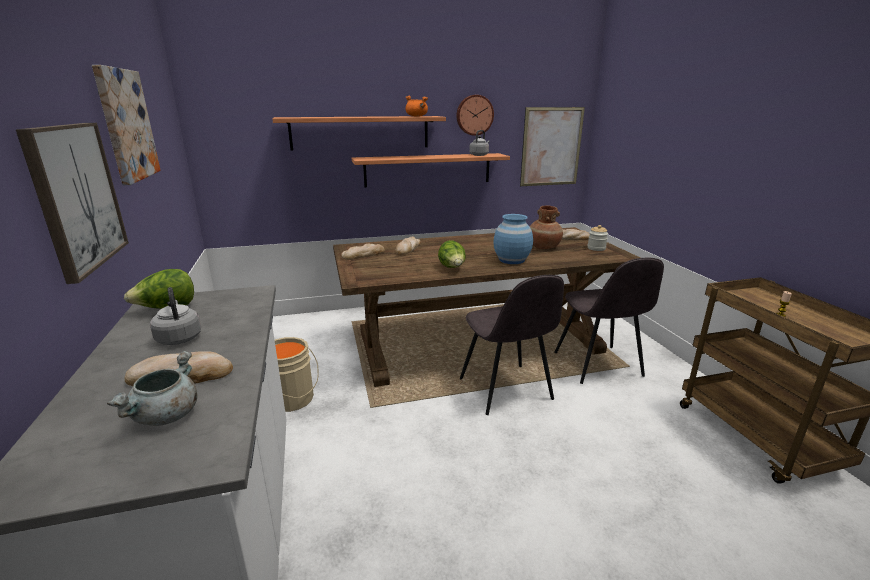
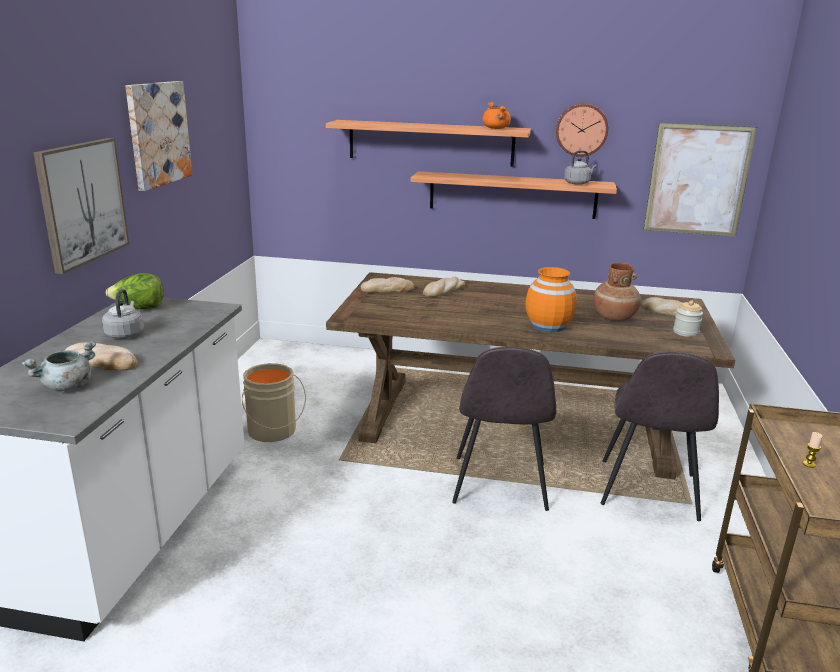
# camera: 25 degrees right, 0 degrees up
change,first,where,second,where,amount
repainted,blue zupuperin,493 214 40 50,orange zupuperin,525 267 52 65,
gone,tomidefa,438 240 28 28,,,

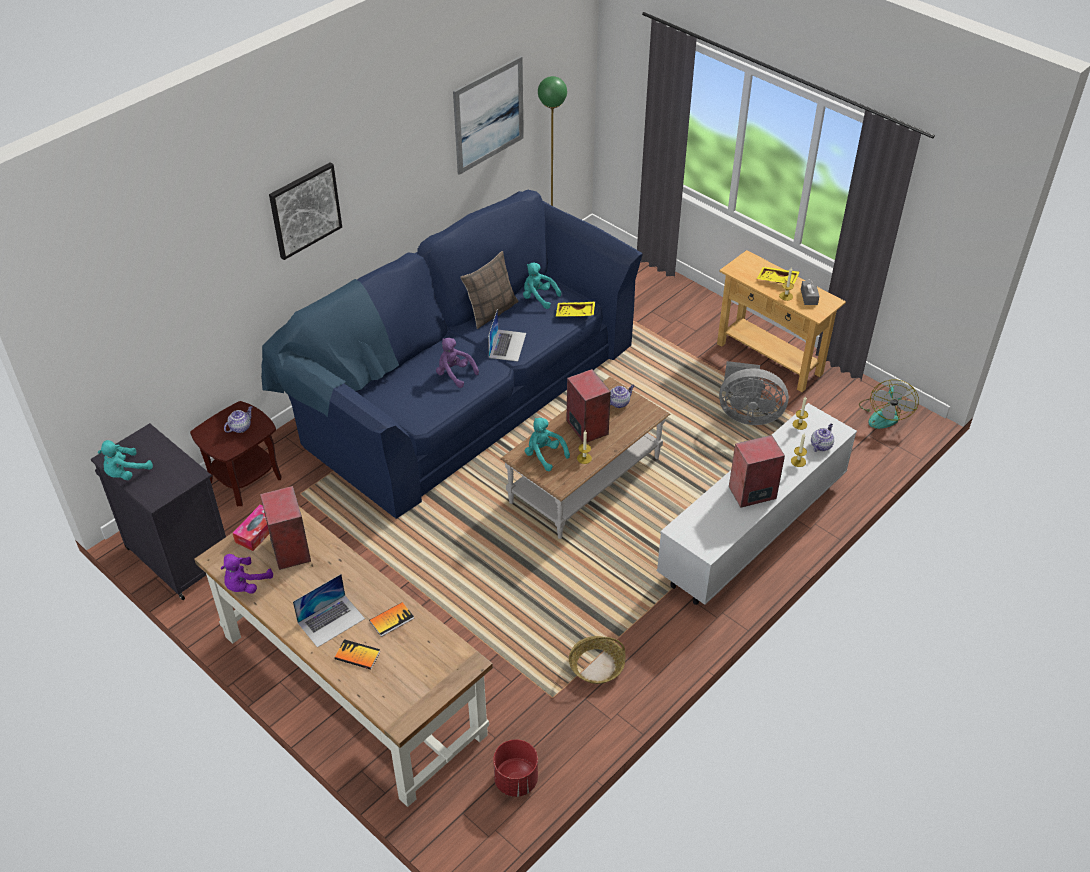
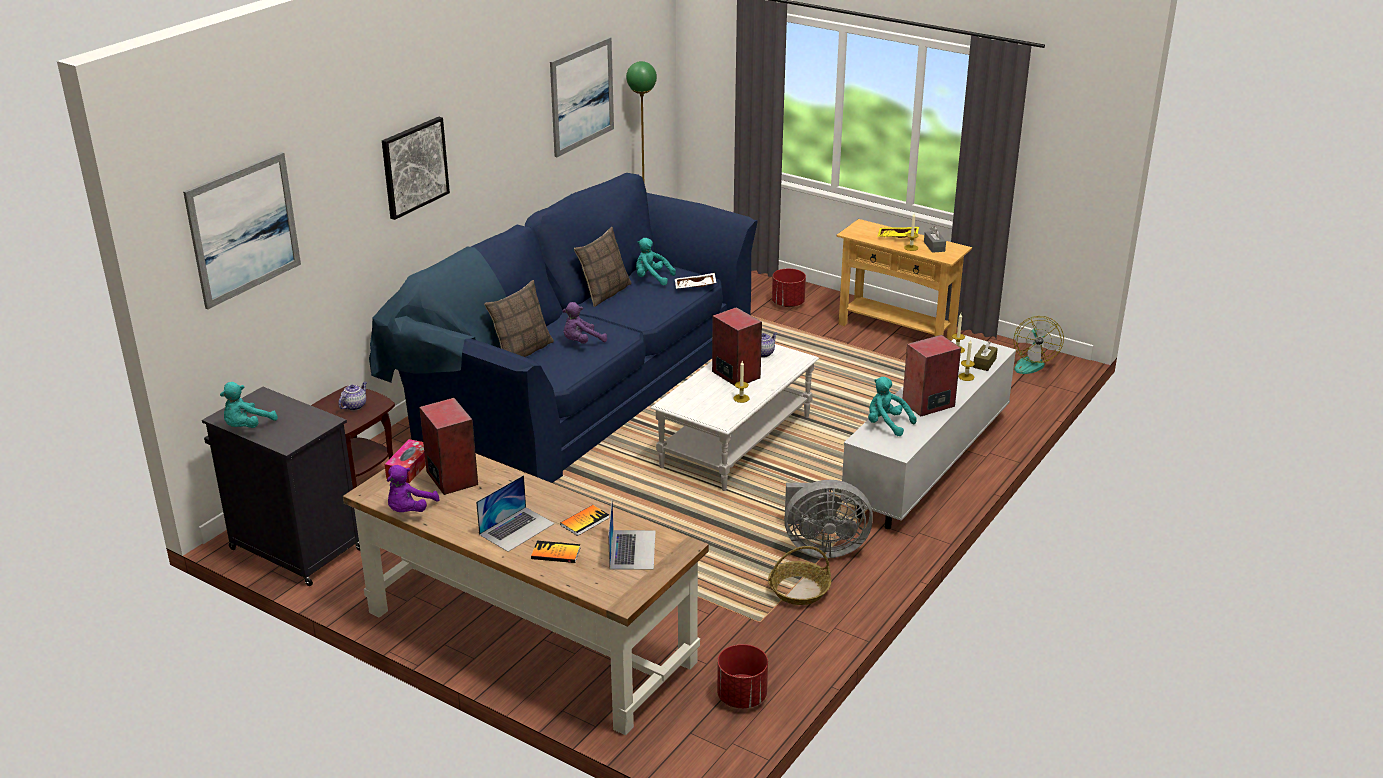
# camera: 10 degrees left, 15 degrees down
change,first,where,second,where,amount
repainted,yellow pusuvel,556 302 39 15,white pusuvel,675 273 41 16,
shifted,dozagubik,488 309 38 53,,608 500 48 70,
rotated,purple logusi,436 338 43 50,,563 302 44 42,60 degrees counterclockwise
shifted,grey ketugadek,719 361 70 64,,784 480 89 78,
repainted,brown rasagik,500 377 170 162,white rasagik,651 344 168 147,
shifted,turquoise logusi,525 418 45 53,,868 377 49 59,
swapped,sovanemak,811 423 23 29,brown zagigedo,973 341 25 30,
new,,,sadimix,183 152 118 157,
new,,,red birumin,772 269 34 38,
new,,,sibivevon,484 280 70 77,

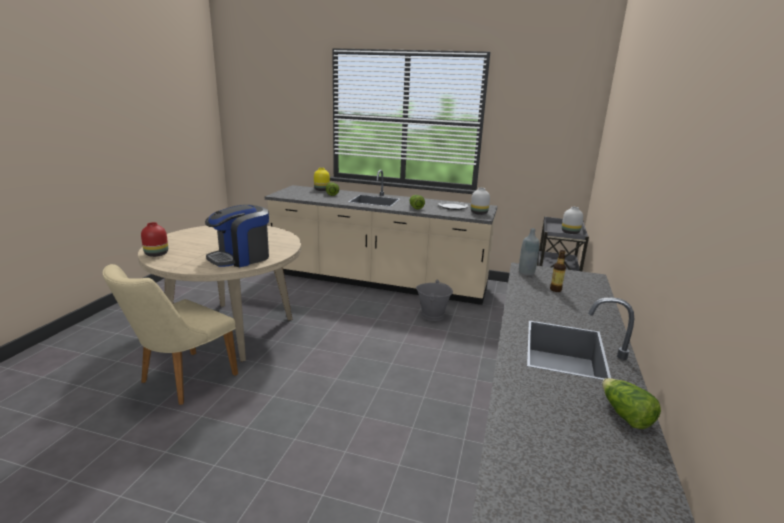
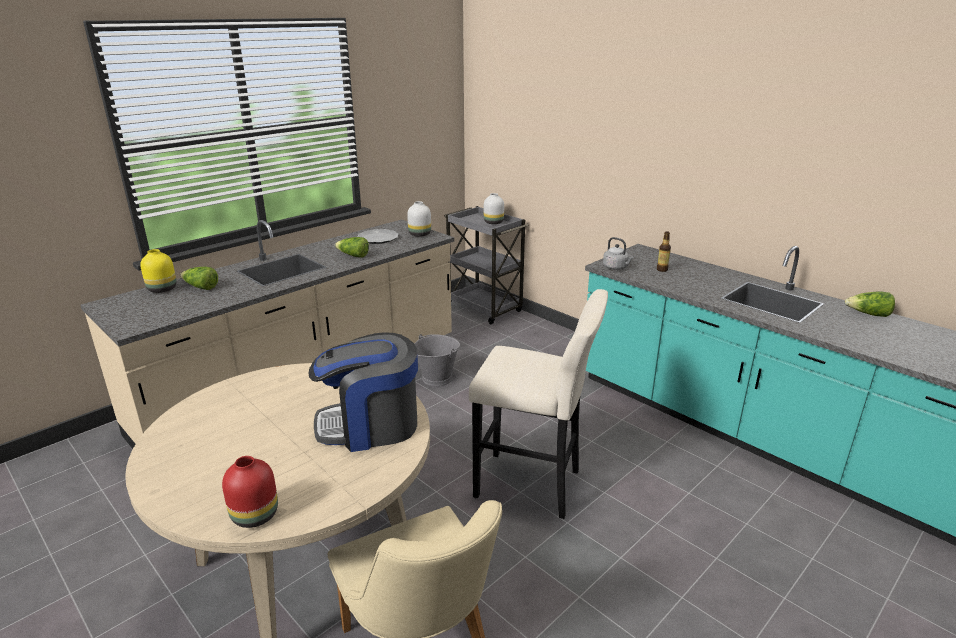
# camera: 60 degrees left, 5 degrees up
change,first,where,second,where,amount
rotated,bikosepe,205 204 64 63,,309 333 109 119,90 degrees clockwise
swapped,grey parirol,519 228 20 47,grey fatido,603 237 31 33,
new,,,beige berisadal,469 289 139 230,

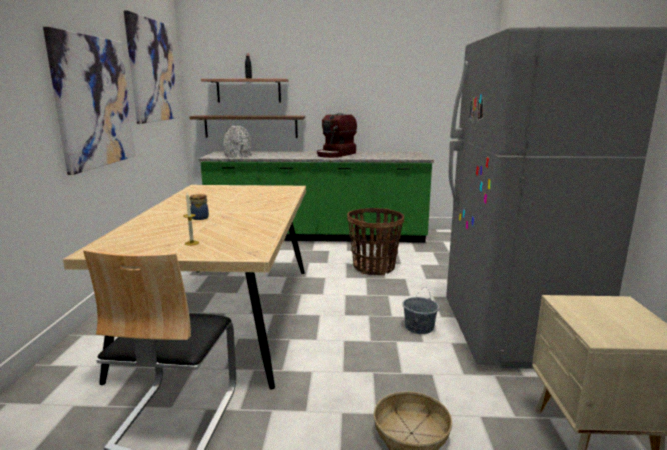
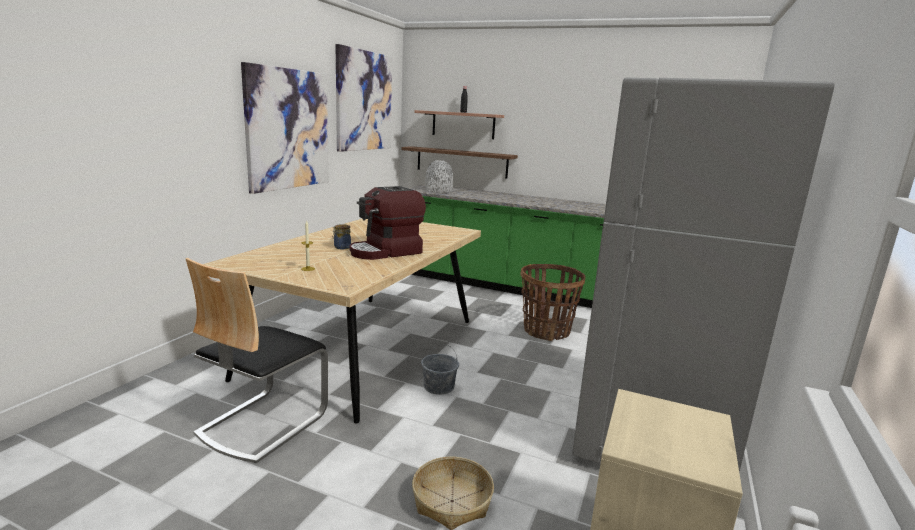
# camera: 20 degrees right, 0 degrees up
change,first,where,second,where,amount
shifted,bikosepe,317 113 40 45,,350 186 76 74,
shifted,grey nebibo,402 287 37 47,,421 344 38 51,

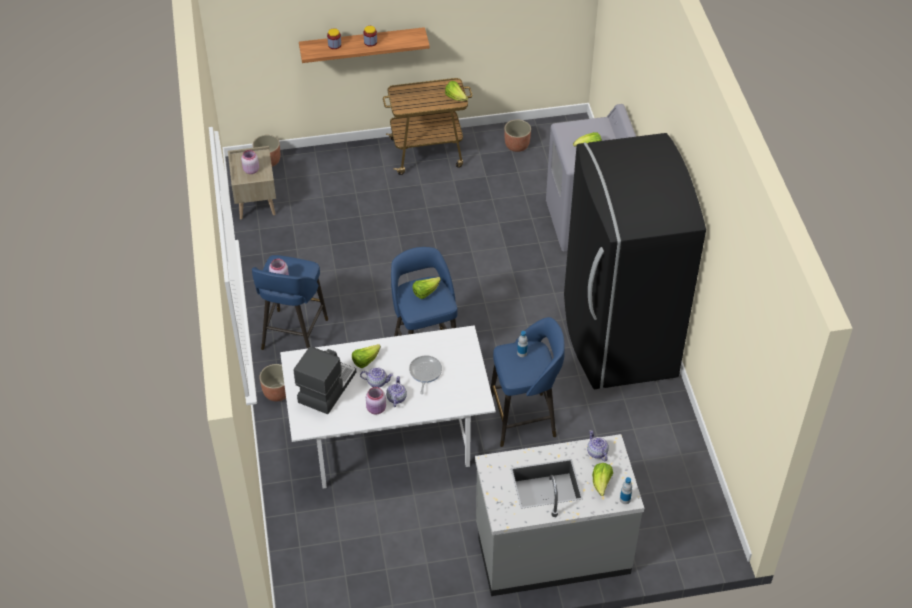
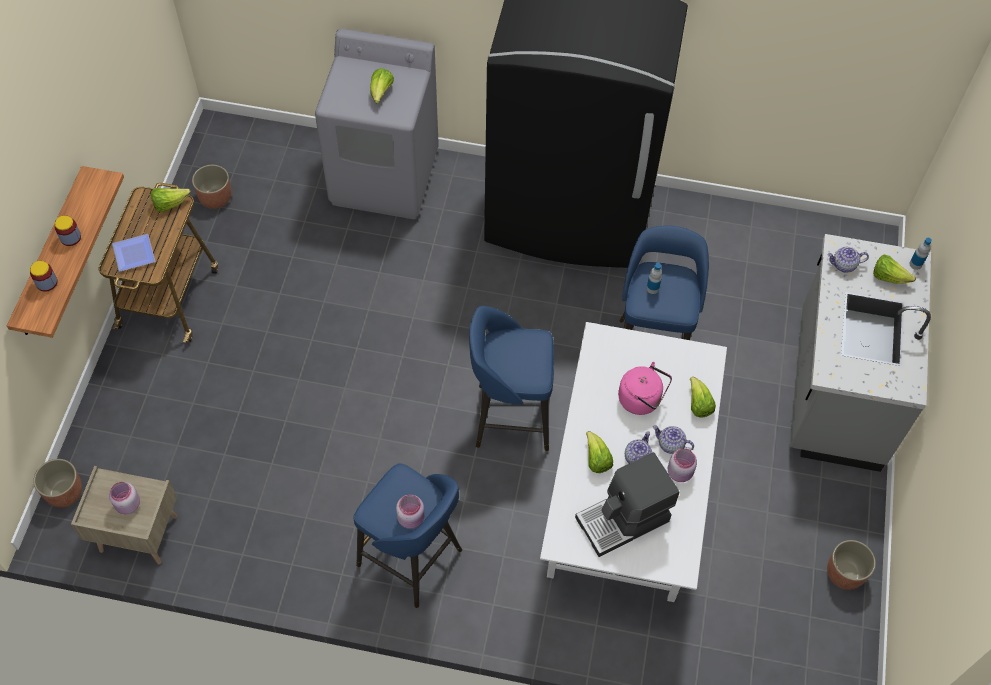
# camera: 70 degrees left, 10 degrees up
change,first,where,second,where,amount
shifted,tomidefa,413 277 28 22,,690 377 26 41,
rotated,bikosepe,294 347 62 67,,575 452 105 105,75 degrees counterclockwise
swapped,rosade,409 355 33 39,pink fatido,618 362 54 53,
shifted,birumin,259 364 27 38,,827 540 49 50,
new,,,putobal,112 234 43 38,

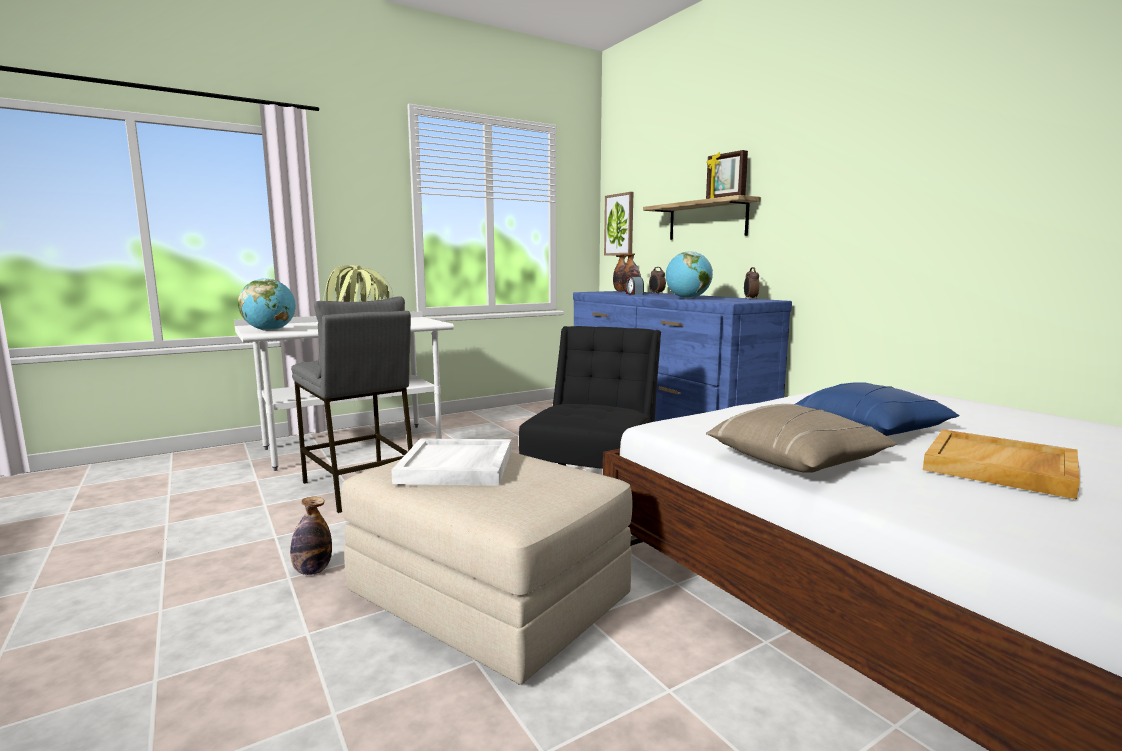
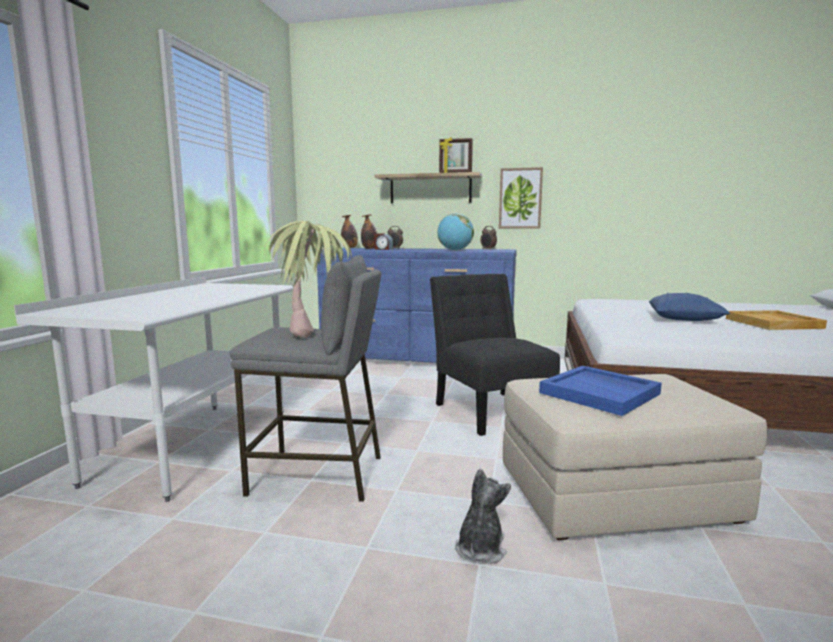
# camera: 45 degrees left, 0 degrees up
change,first,where,second,where,amount
shifted,sadimix,604 192 29 64,,499 167 44 61,
gone,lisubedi,238 278 58 53,,,
gone,beige sibivevon,706 404 191 69,,,
repainted,white pusuvel,391 438 120 48,blue pusuvel,539 366 123 50,
swapped,parirol,290 497 42 78,logusi,455 469 56 95,

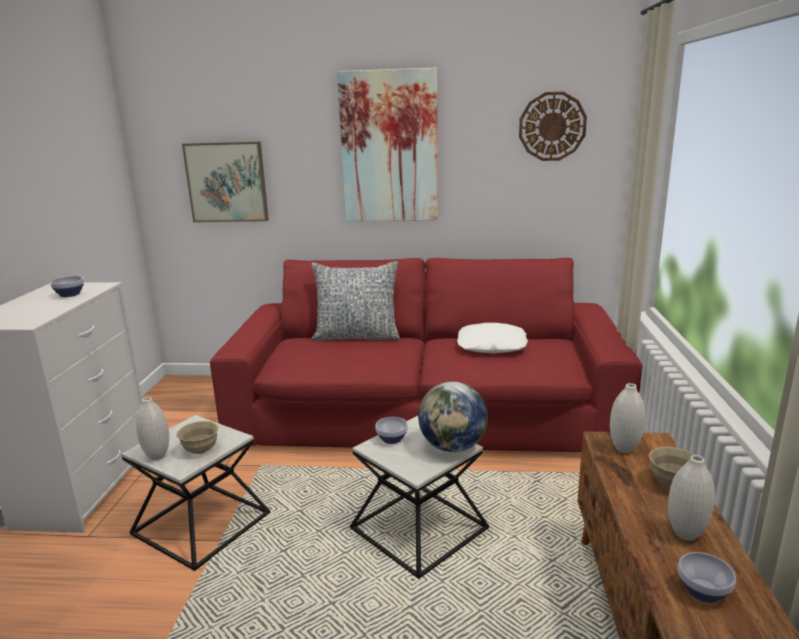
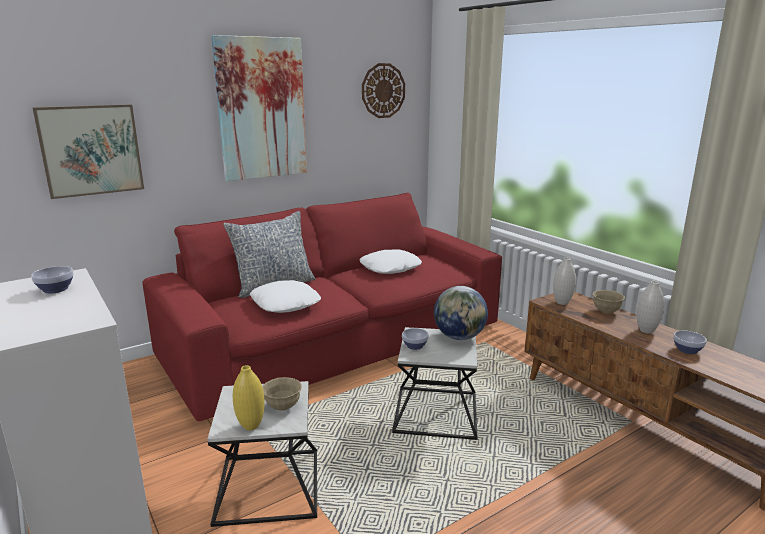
# camera: 40 degrees left, 0 degrees up
change,first,where,second,where,amount
repainted,white zupuperin,136 397 33 63,yellow zupuperin,233 365 32 65,
new,,,white sibivevon,250 280 71 33,

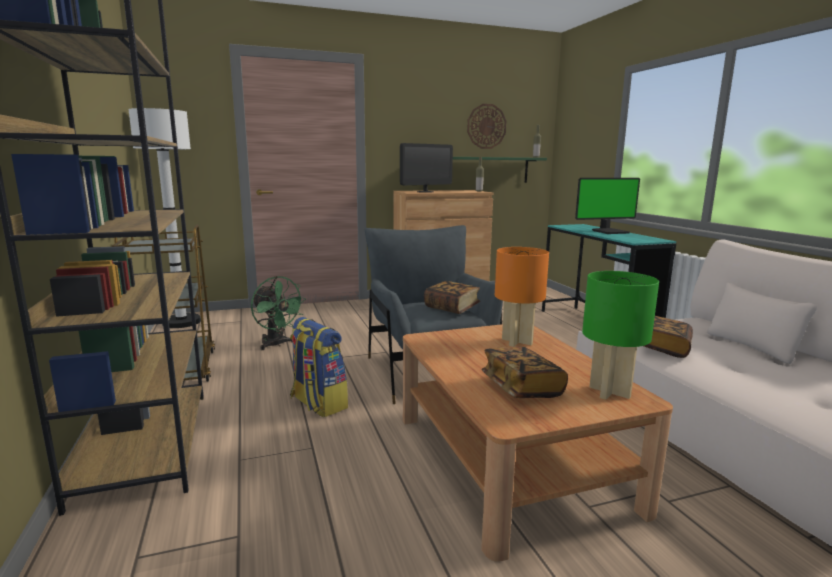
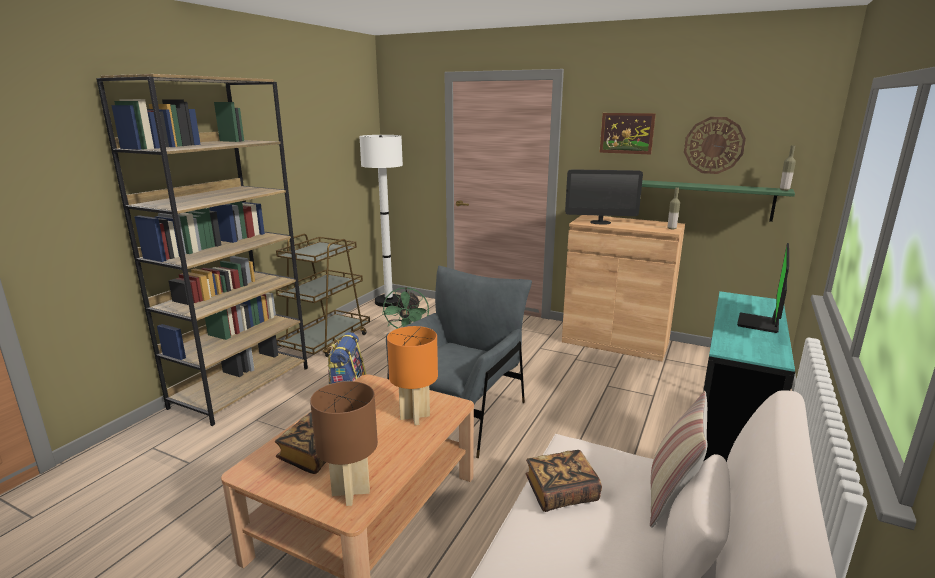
# camera: 45 degrees right, 5 degrees up
change,first,where,second,where,amount
rotated,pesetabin,575 178 65 56,,737 243 52 90,90 degrees clockwise
repainted,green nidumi,582 271 77 129,brown nidumi,310 381 68 125,
gone,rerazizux,424 281 56 33,,,
new,,,sadimix,599 113 57 42,
new,,,sibivevon,650 391 57 137,

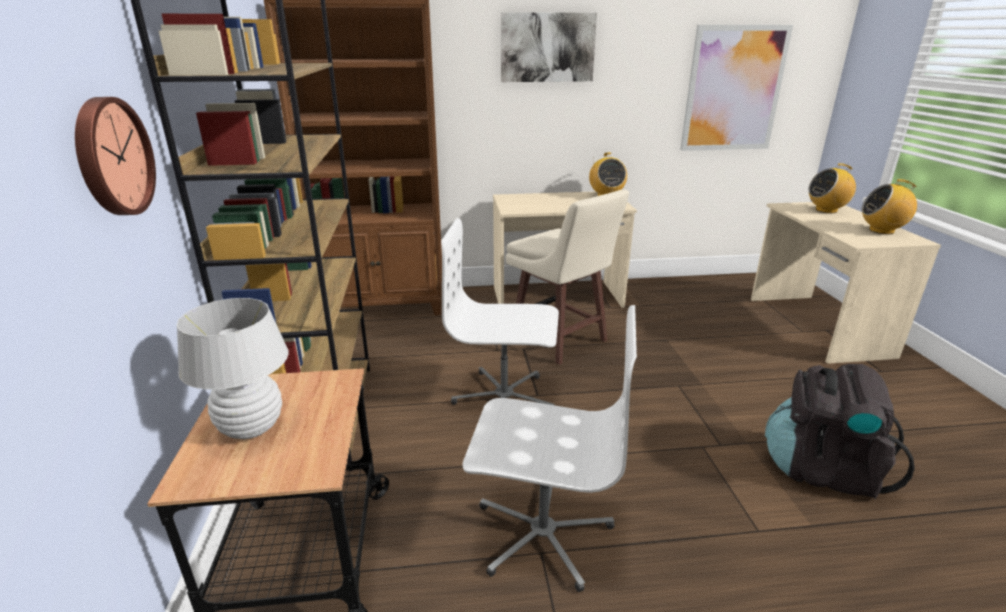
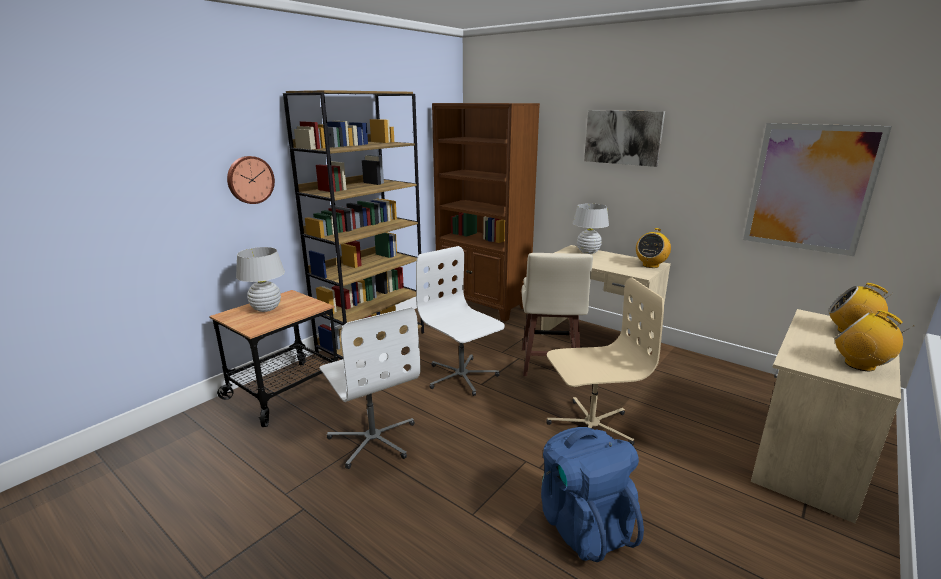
# camera: 45 degrees right, 5 degrees down
change,first,where,second,where,amount
repainted,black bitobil,765 364 150 135,blue bitobil,541 427 103 135,
new,,,white nidumi,573 204 36 50,
new,,,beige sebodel,546 278 118 167,

